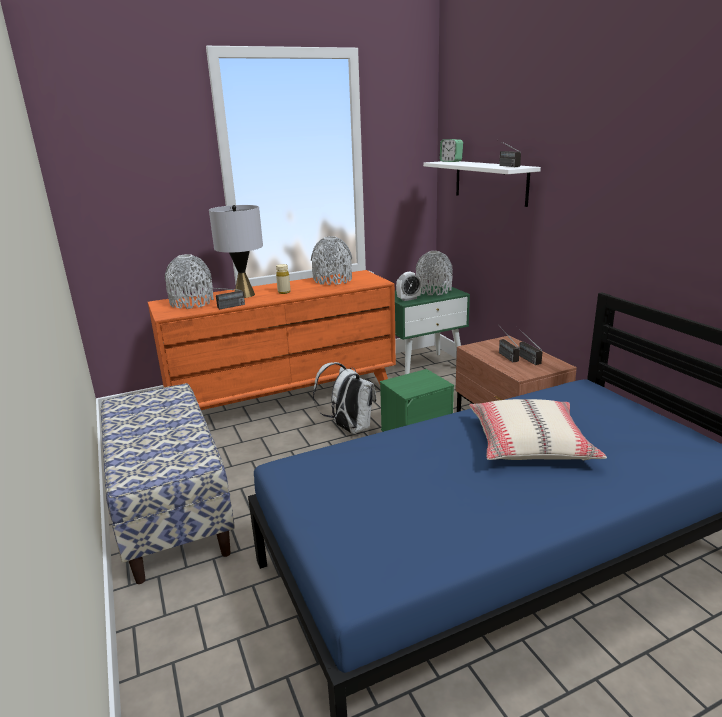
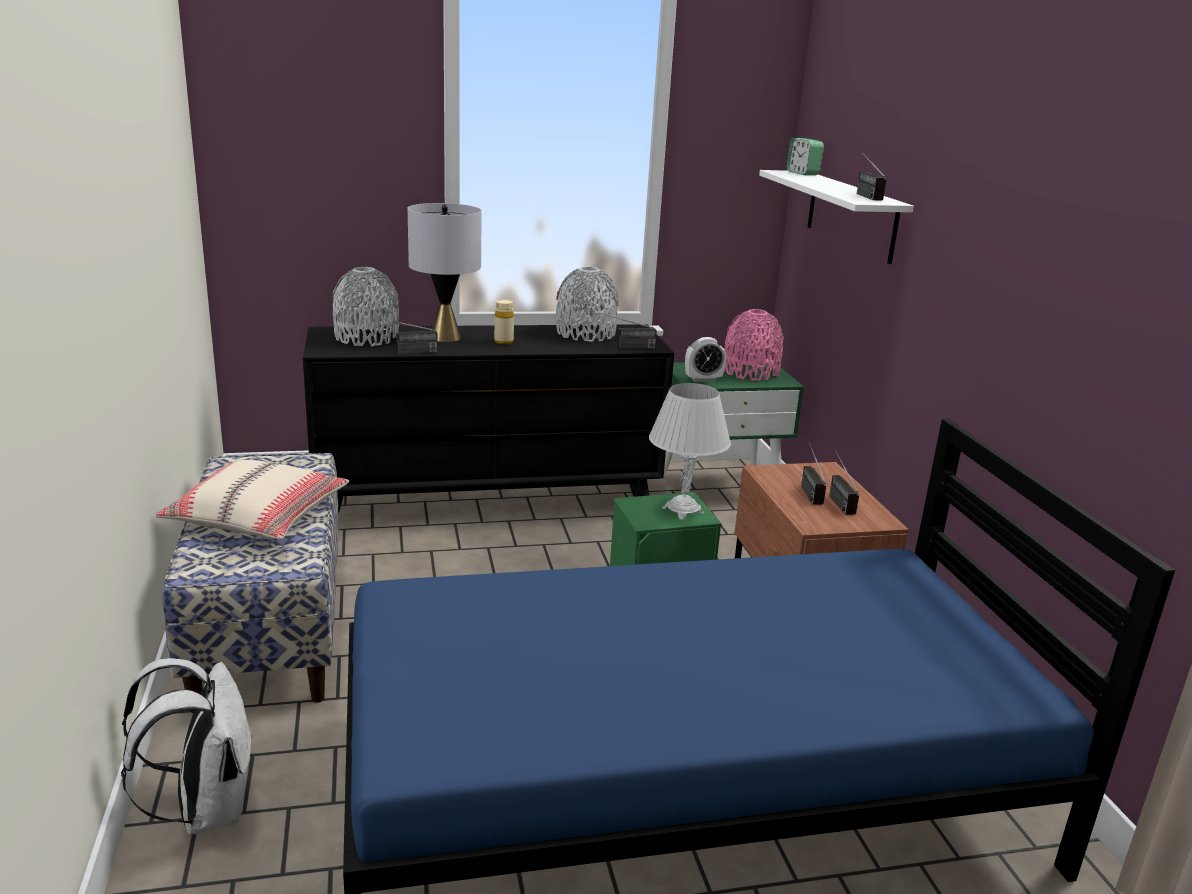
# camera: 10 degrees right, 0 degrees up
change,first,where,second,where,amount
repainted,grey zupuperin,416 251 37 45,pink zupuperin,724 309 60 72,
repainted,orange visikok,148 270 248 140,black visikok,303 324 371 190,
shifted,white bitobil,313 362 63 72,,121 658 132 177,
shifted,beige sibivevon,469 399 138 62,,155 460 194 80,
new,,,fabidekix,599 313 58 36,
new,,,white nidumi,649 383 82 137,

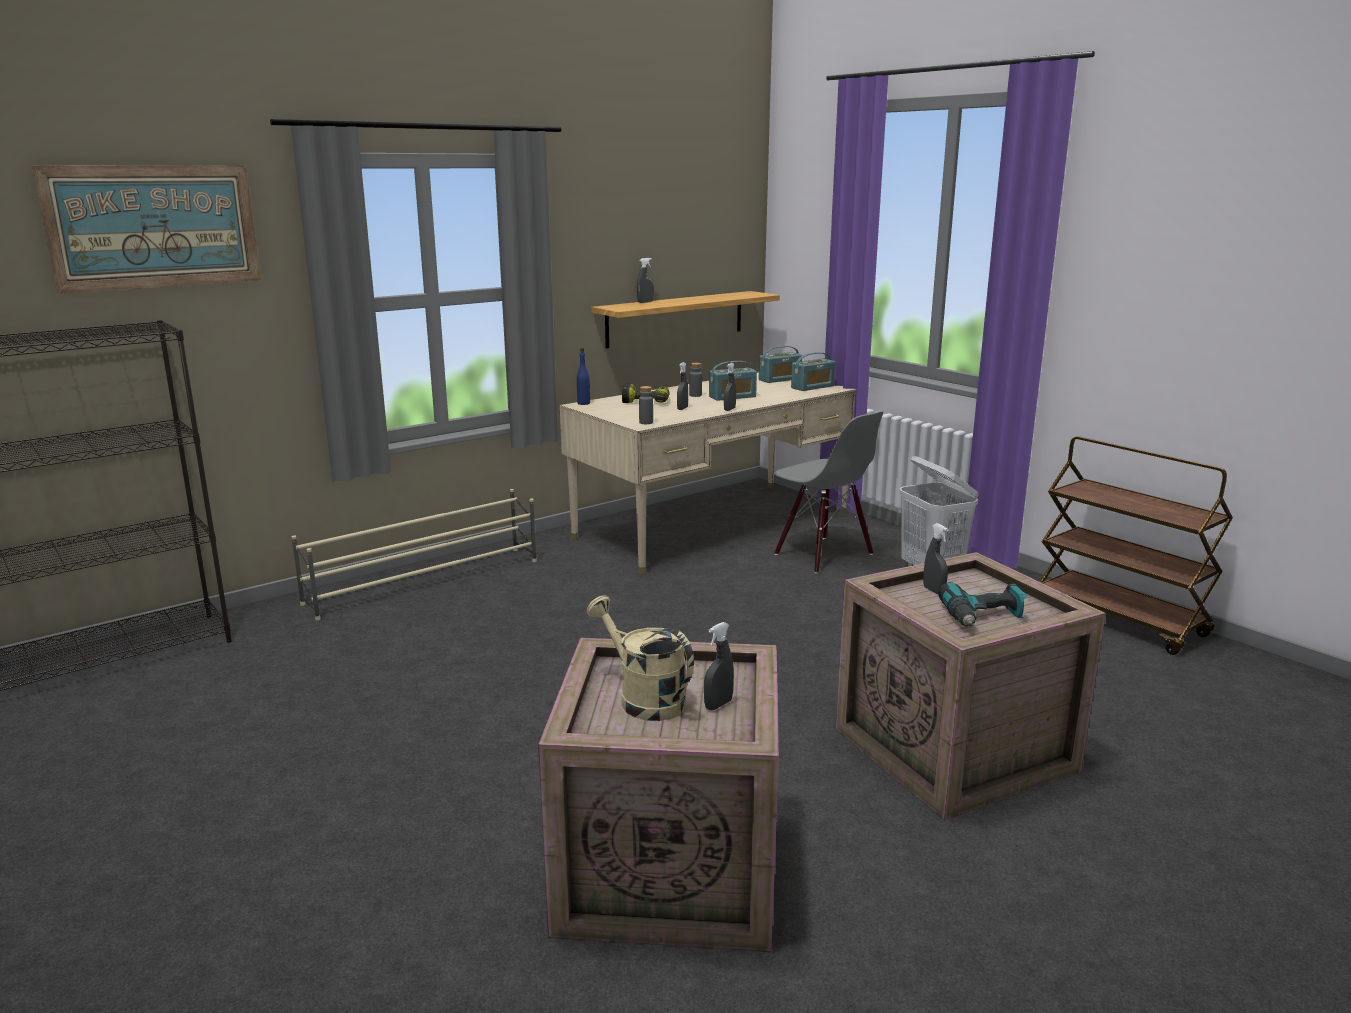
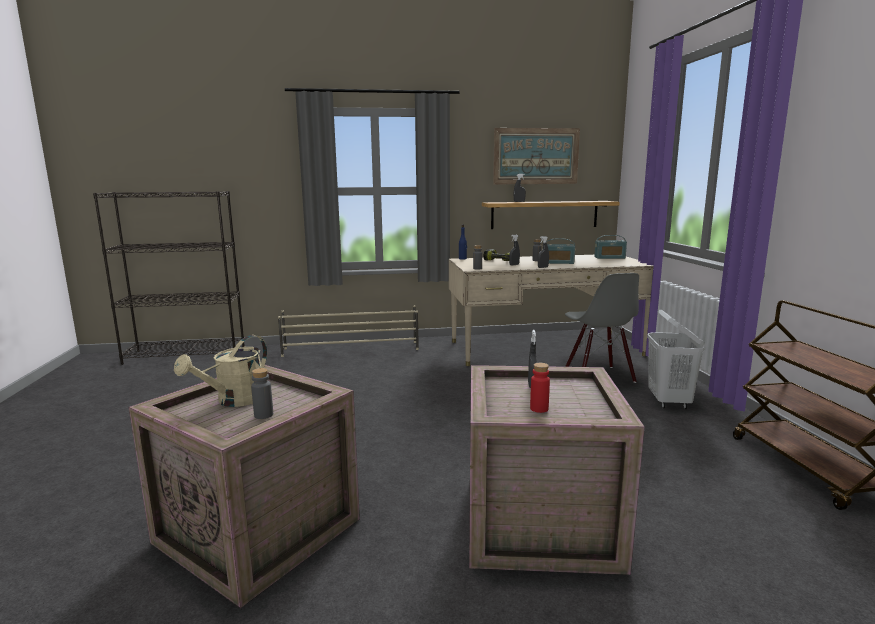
# camera: 30 degrees right, 5 degrees down
change,first,where,second,where,amount
shifted,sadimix,31 165 230 129,,493 128 87 57,
gone,fabidekix,791 352 44 39,,,
swapped,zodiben,939 582 88 45,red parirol,530 363 20 50,
rotated,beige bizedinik,587 595 107 126,,174 335 93 72,135 degrees counterclockwise
swapped,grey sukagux,704 622 30 88,grey parirol,251 368 22 51,

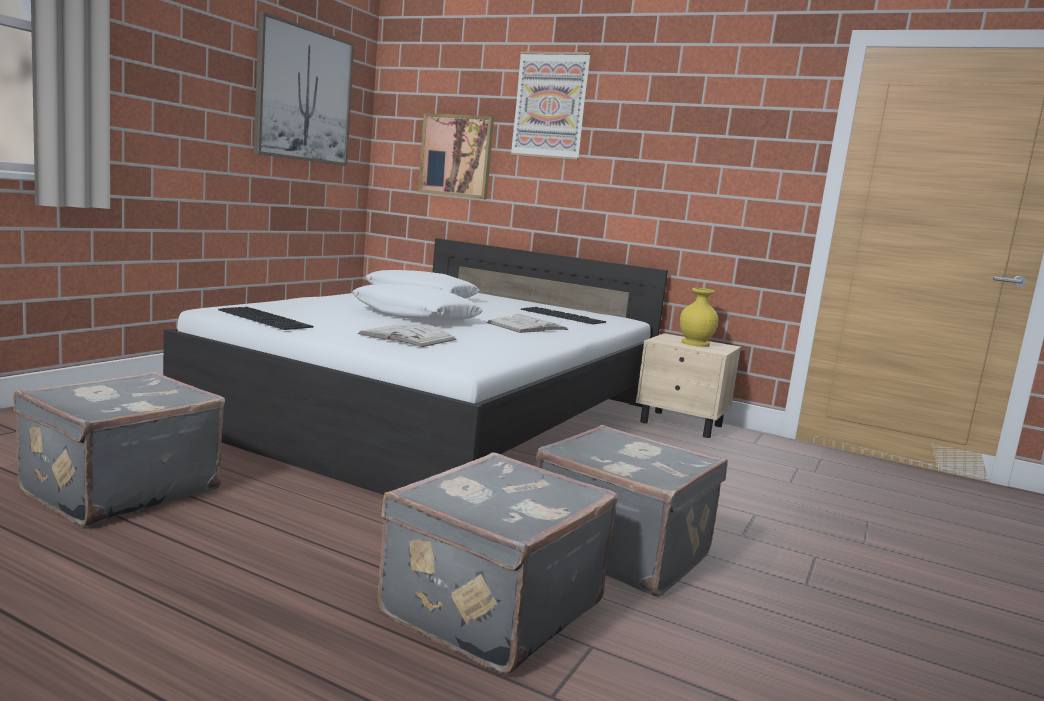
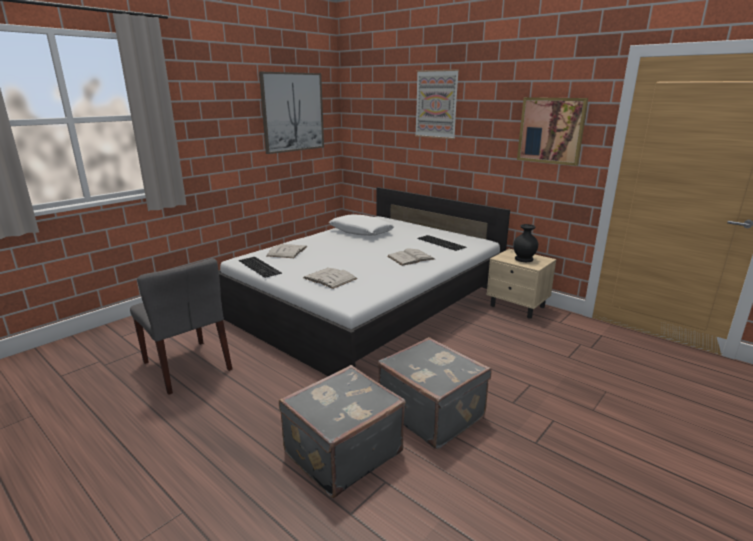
# camera: 15 degrees right, 10 degrees up
change,first,where,second,where,amount
shifted,sadimix,418 113 76 87,,517 97 71 69,
gone,white sibivevon,352 284 131 37,,,
repainted,yellow zupuperin,680 288 38 59,black zupuperin,513 224 25 38,
swapped,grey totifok,13 372 212 155,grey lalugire,130 258 102 137,
new,,,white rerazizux,266 244 41 14,

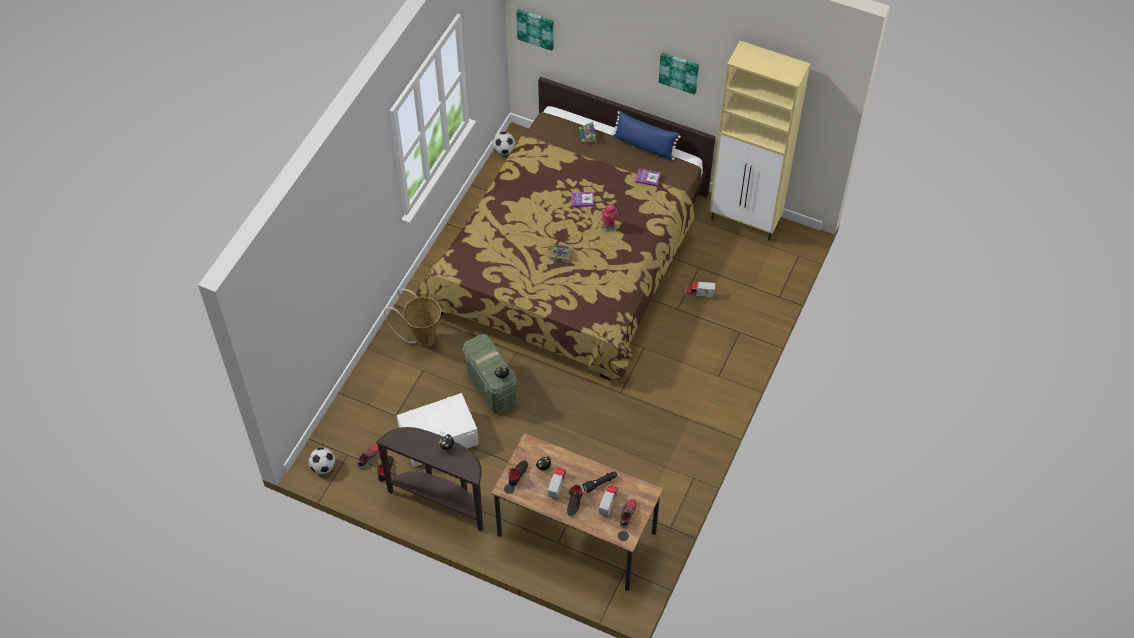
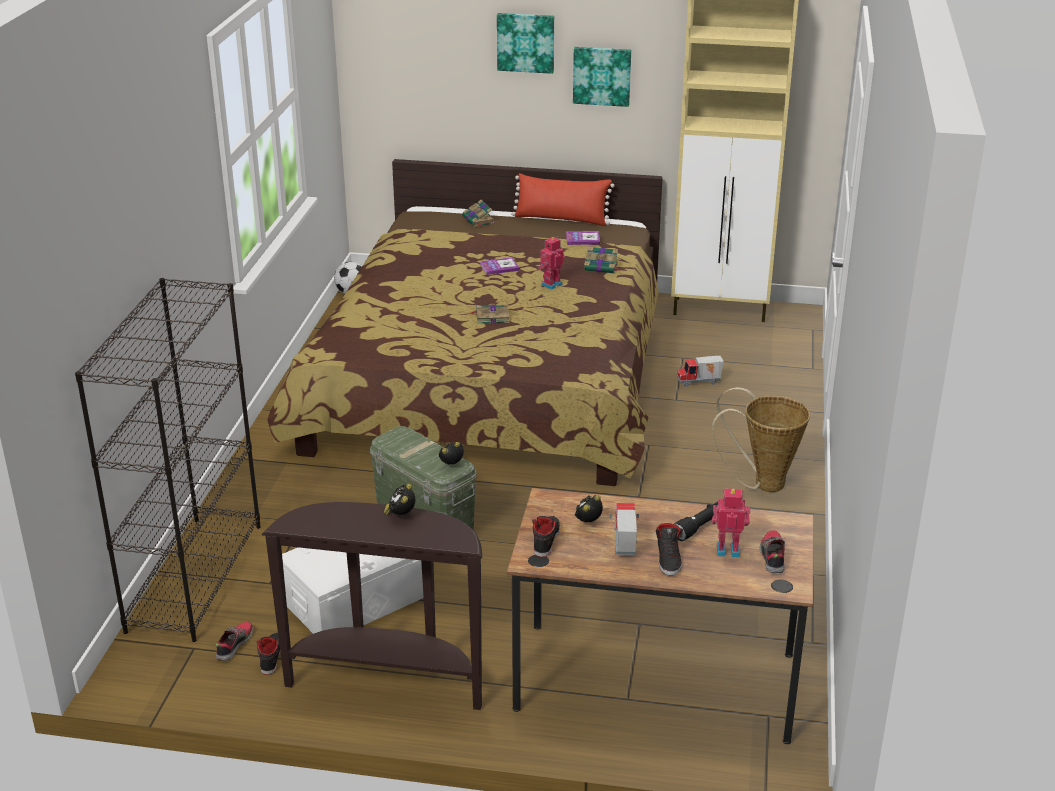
# camera: 15 degrees left, 25 degrees down
change,first,where,second,where,amount
shifted,sadimix,516 9 38 42,,497 13 57 61,
repainted,blue sibivevon,612 111 69 49,red sibivevon,511 173 104 53,
shifted,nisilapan,384 289 57 59,,712 387 98 105,
gone,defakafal,309 448 26 26,,,
swapped,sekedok,599 484 20 32,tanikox,712 488 38 69,
new,,,rerazizux,584 246 36 27,
new,,,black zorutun,75 278 186 364,

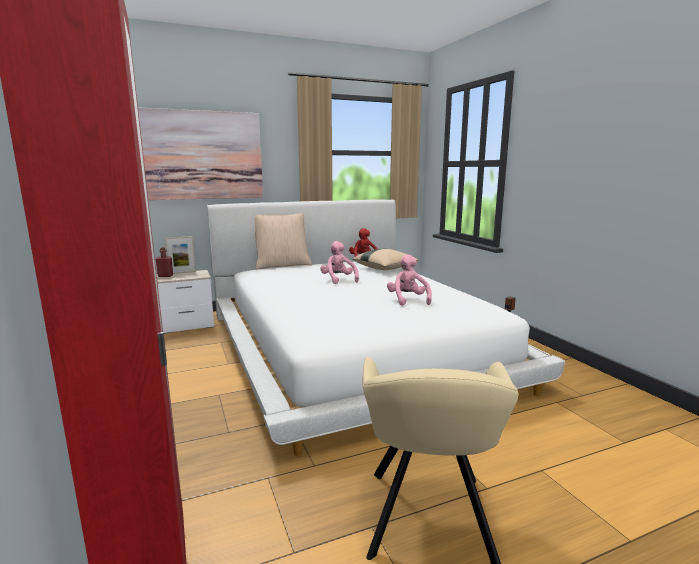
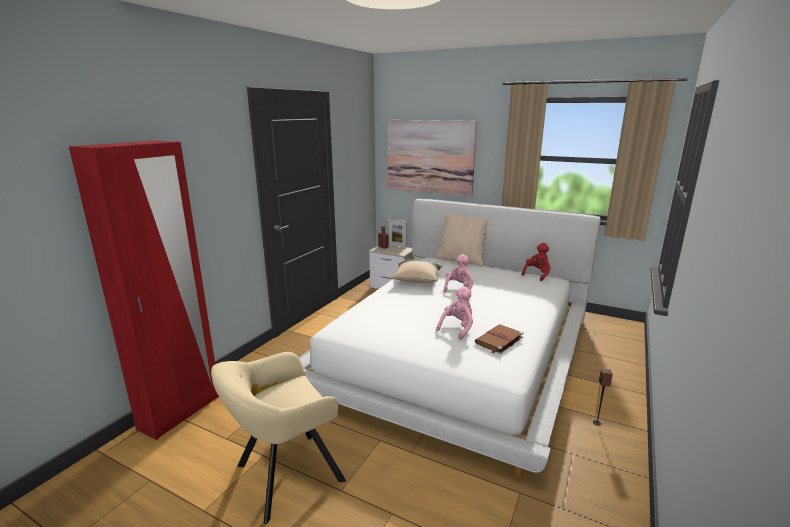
# camera: 50 degrees right, 5 degrees up
change,first,where,second,where,amount
shifted,beige sibivevon,353 249 65 21,,391 259 51 24,
new,,,brown rerazizux,475 325 48 29,

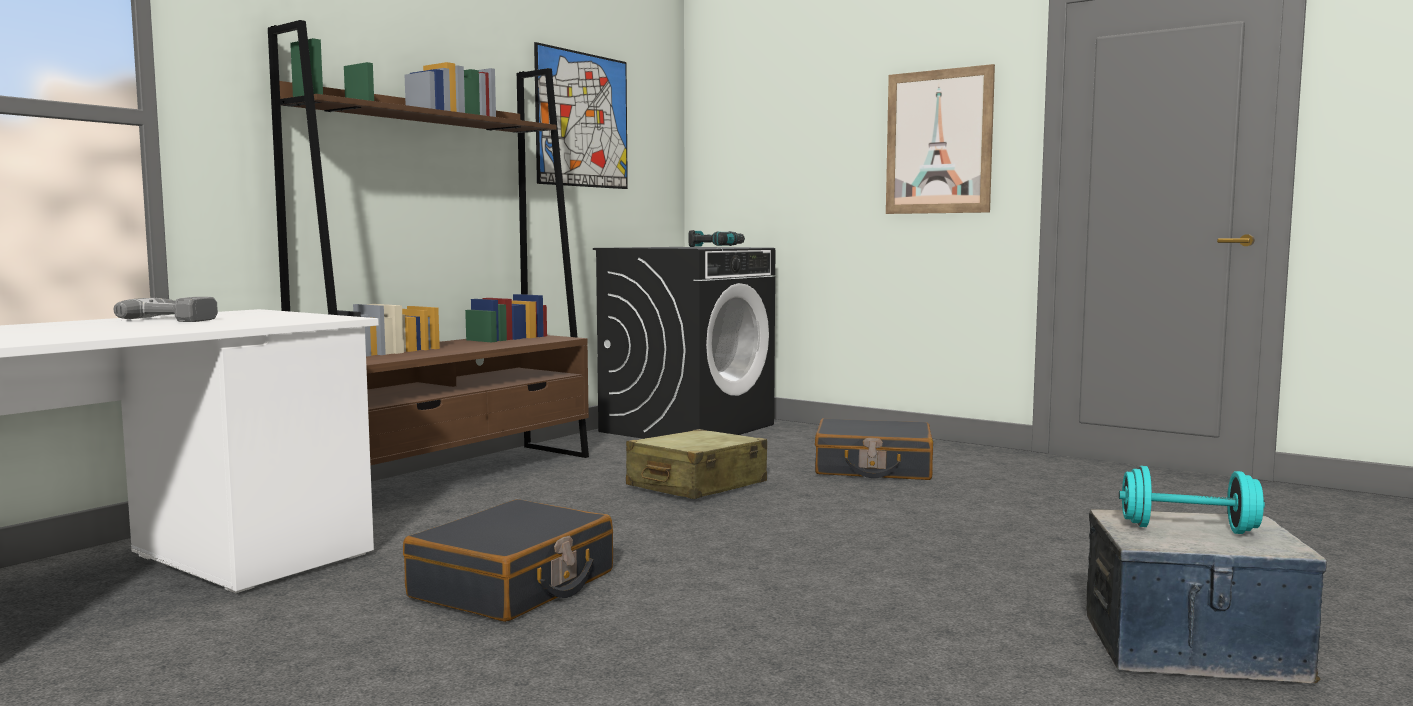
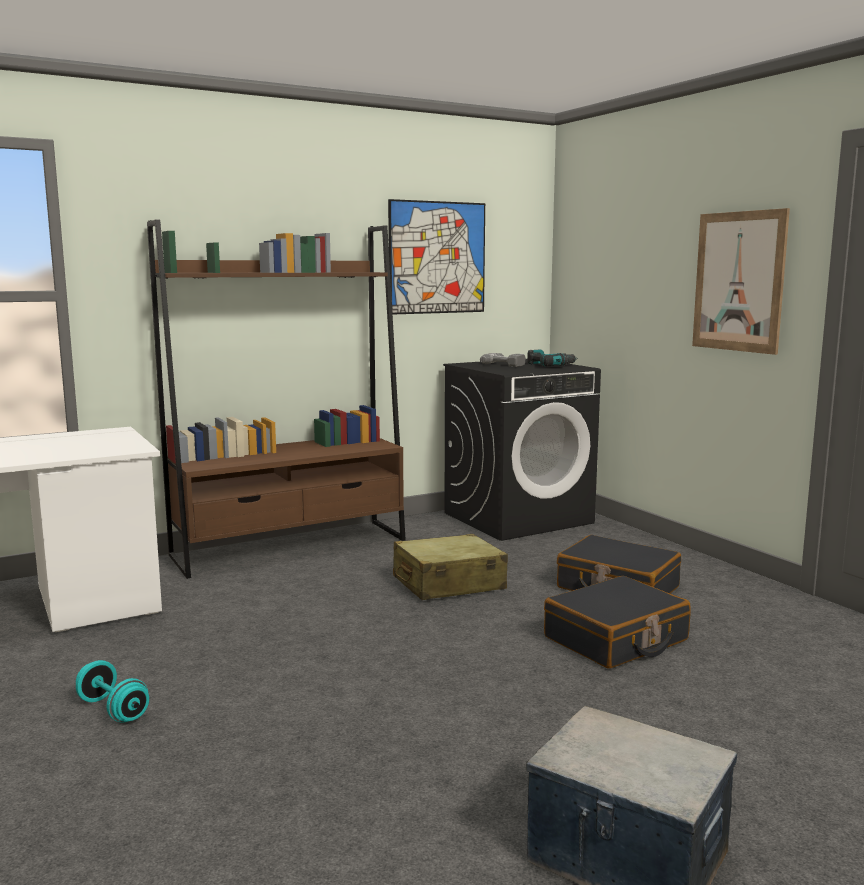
# camera: 25 degrees right, 5 degrees up
change,first,where,second,where,amount
shifted,zodiben,114 297 104 25,,480 353 45 14,
shifted,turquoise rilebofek,1119 466 146 68,,76 660 73 63,
shifted,black totifok,403 499 210 123,,544 576 147 93,

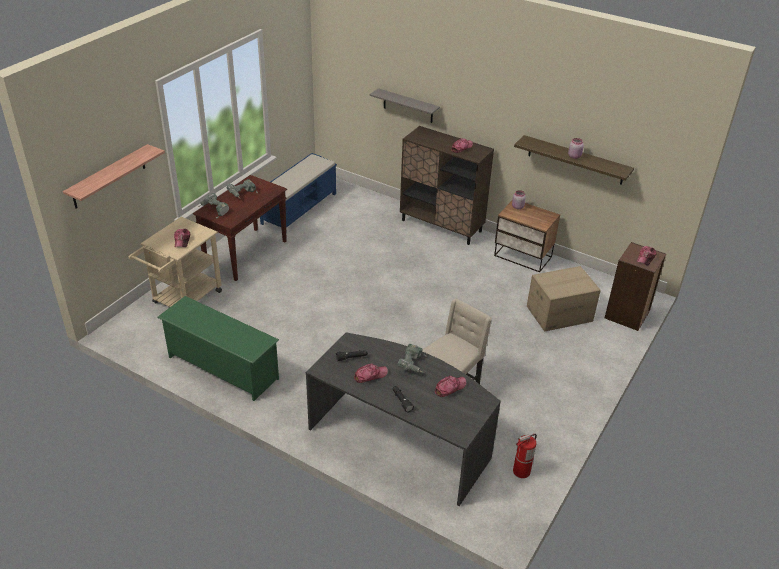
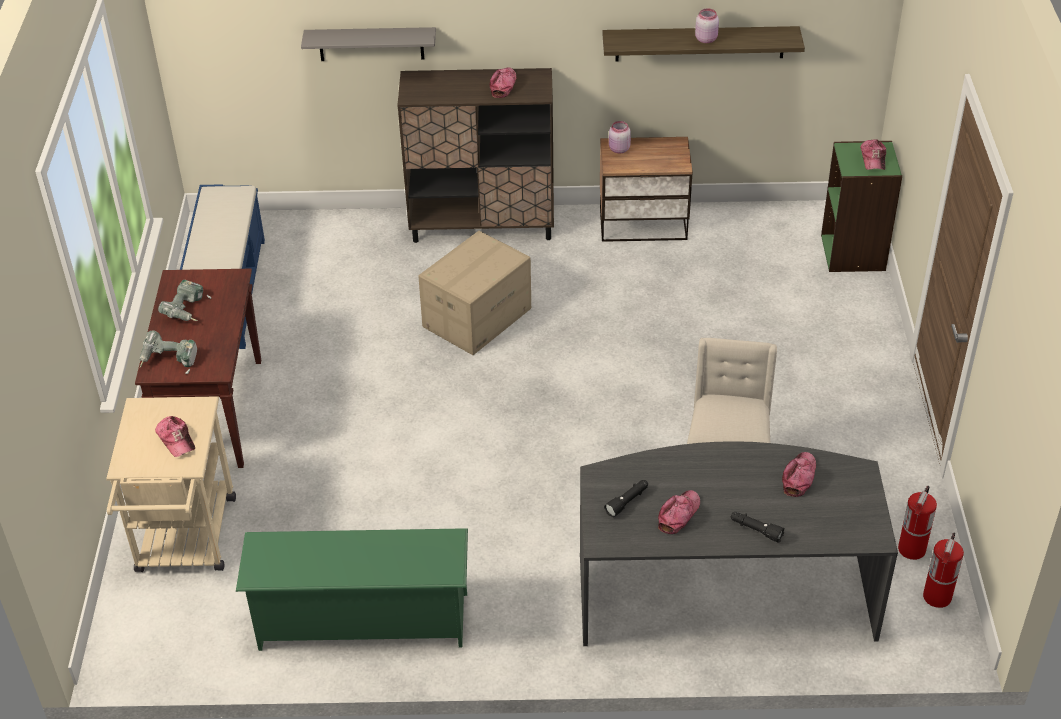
# camera: 30 degrees left, 5 degrees up
change,first,where,second,where,amount
gone,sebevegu,63 144 102 64,,,
repainted,brown zorutun,605 242 61 89,green zorutun,821 141 81 131,
shifted,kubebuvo,527 266 74 66,,418 231 113 124,
gone,zodiben,397 344 30 29,,,
new,,,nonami,923 533 41 75,

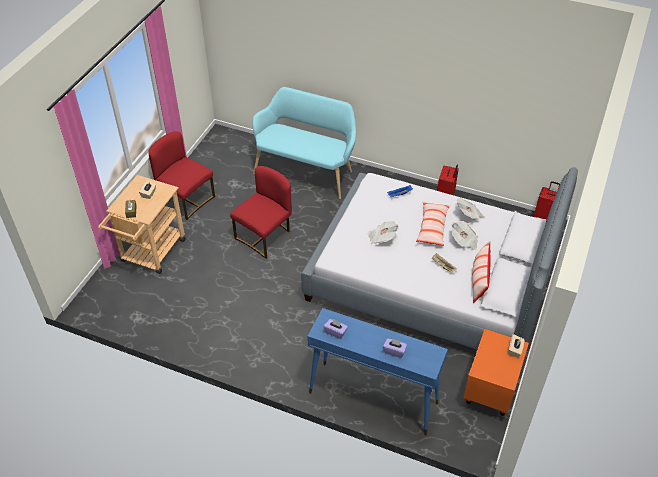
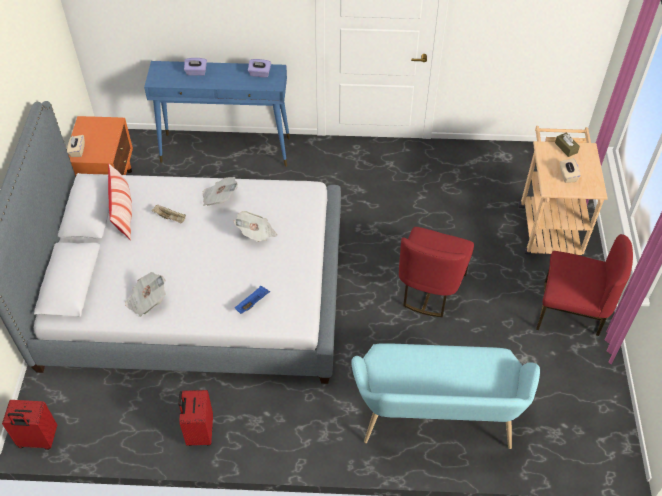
# camera: 160 degrees right, 5 degrees up
change,first,where,second,where,amount
gone,sibivevon,416 202 34 44,,,
shifted,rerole,451 221 27 29,,203 177 35 29,

